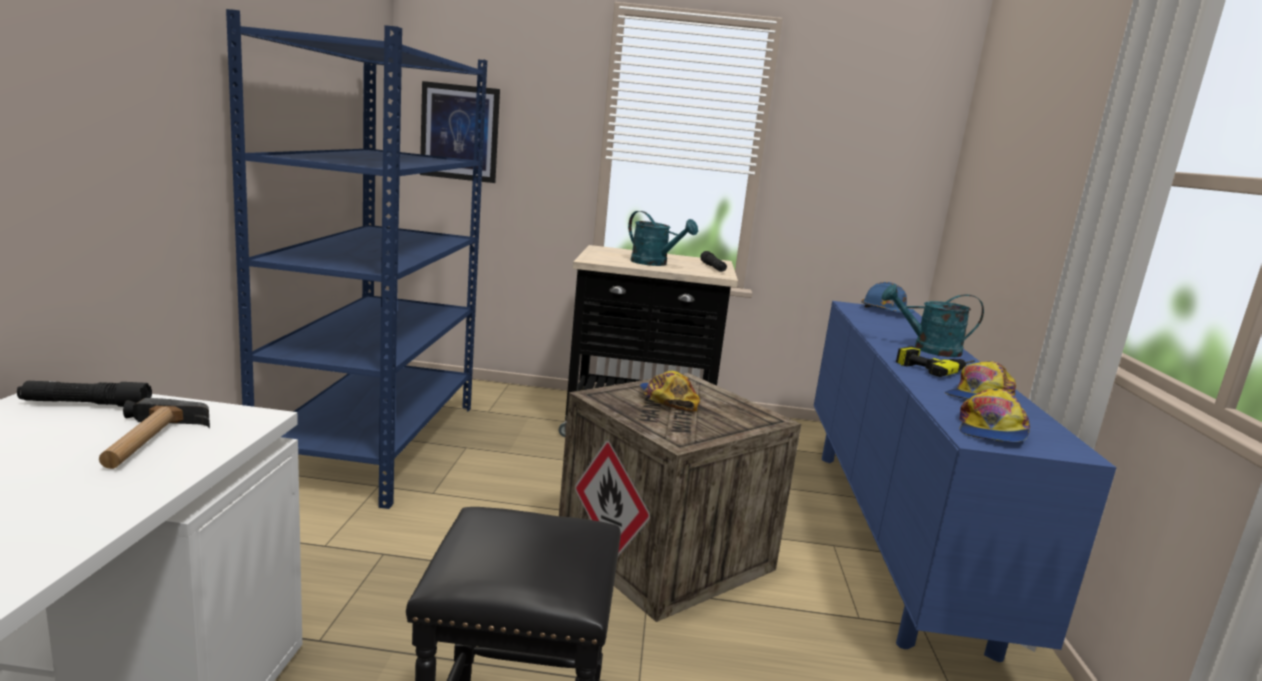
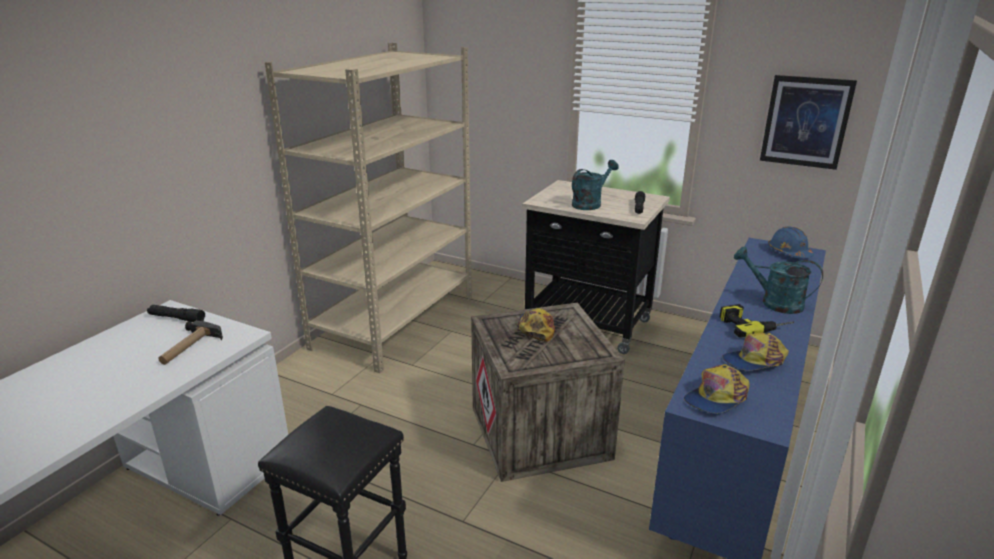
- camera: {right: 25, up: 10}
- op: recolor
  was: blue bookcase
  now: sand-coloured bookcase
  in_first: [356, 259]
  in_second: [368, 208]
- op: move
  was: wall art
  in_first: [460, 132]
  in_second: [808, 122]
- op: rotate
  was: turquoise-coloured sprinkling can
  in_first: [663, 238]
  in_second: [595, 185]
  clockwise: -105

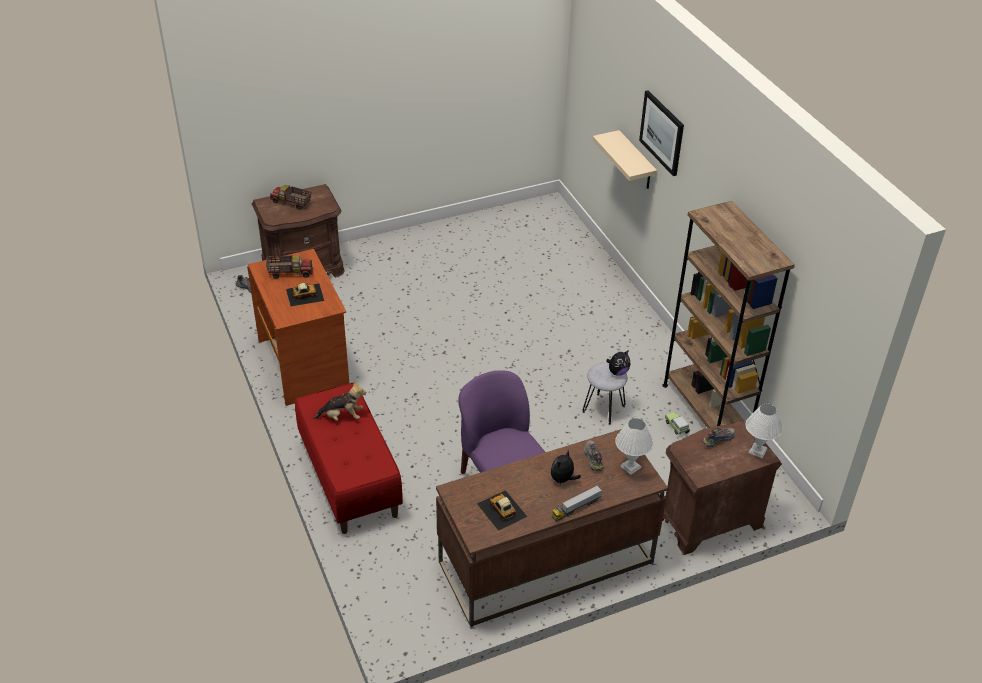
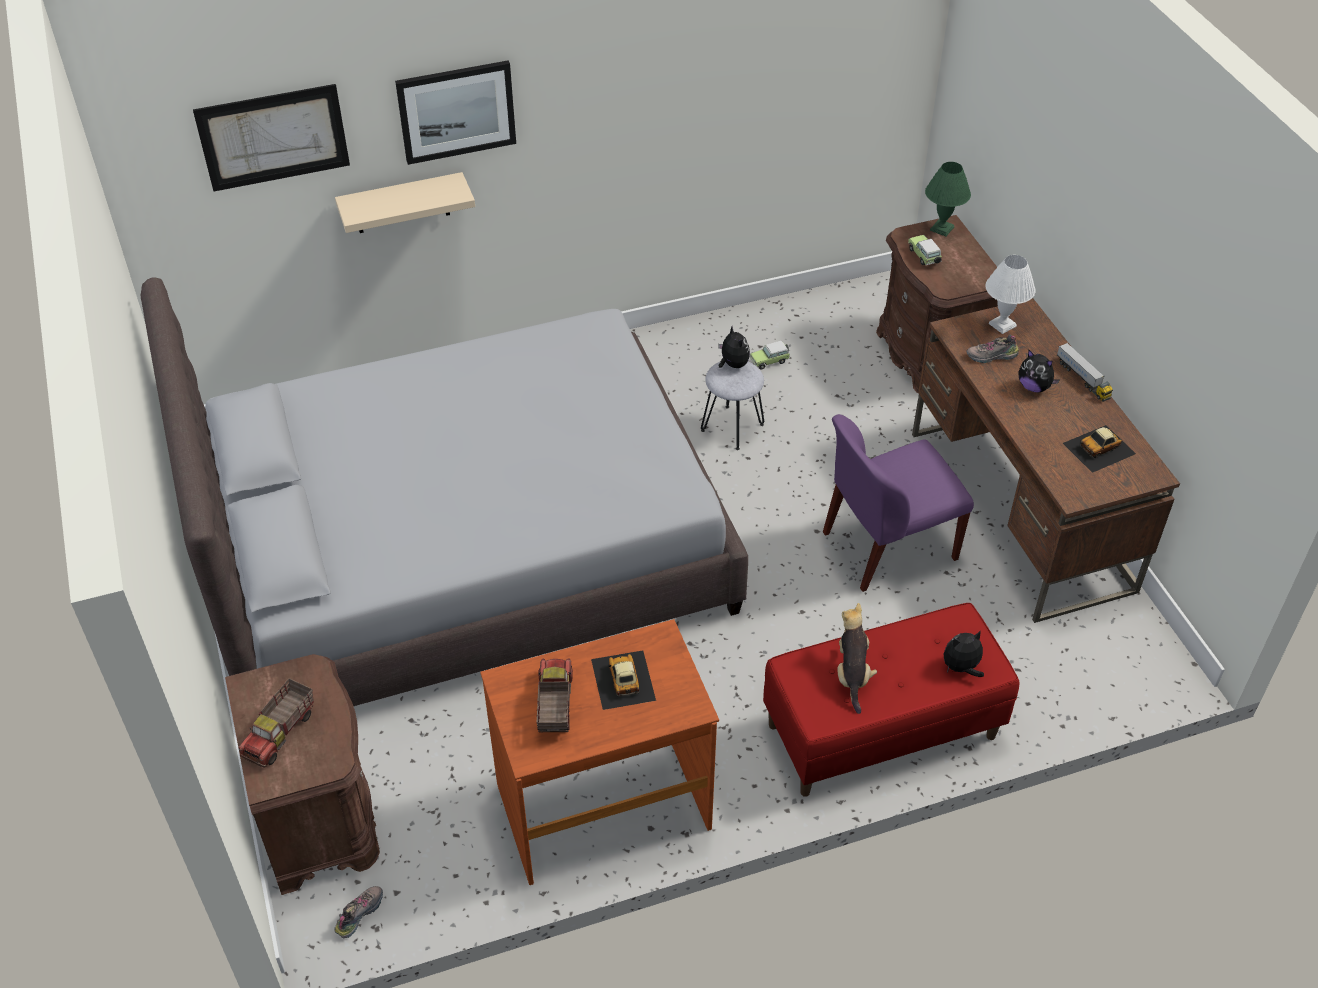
- camera: {right: -85, up: 5}
- op: delete
  was: brownish bookcase
  in_first: [728, 314]
- op: replace
  was: shoe
  now: model car
  in_first: [719, 437]
  in_second: [925, 250]
- op: recolor
  was: white tabletop lamp
  now: greenish tabletop lamp
  in_first: [764, 431]
  in_second: [948, 199]
- op: insert
  now: greyish sleeping bed
  in_second: [444, 491]
- op: insert
  now: wall art
  in_second: [271, 137]
- op: insert
  now: plush toy
  in_second: [964, 653]

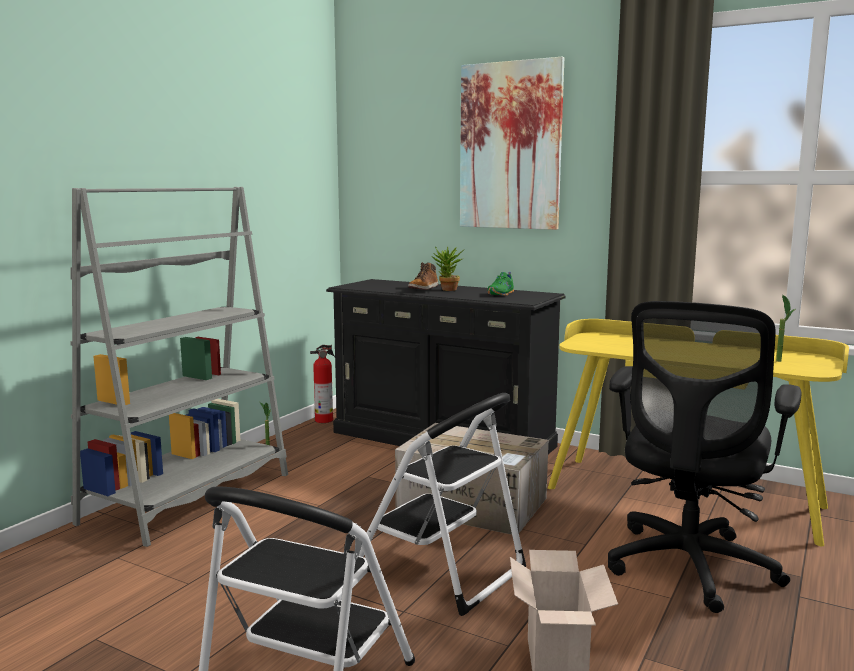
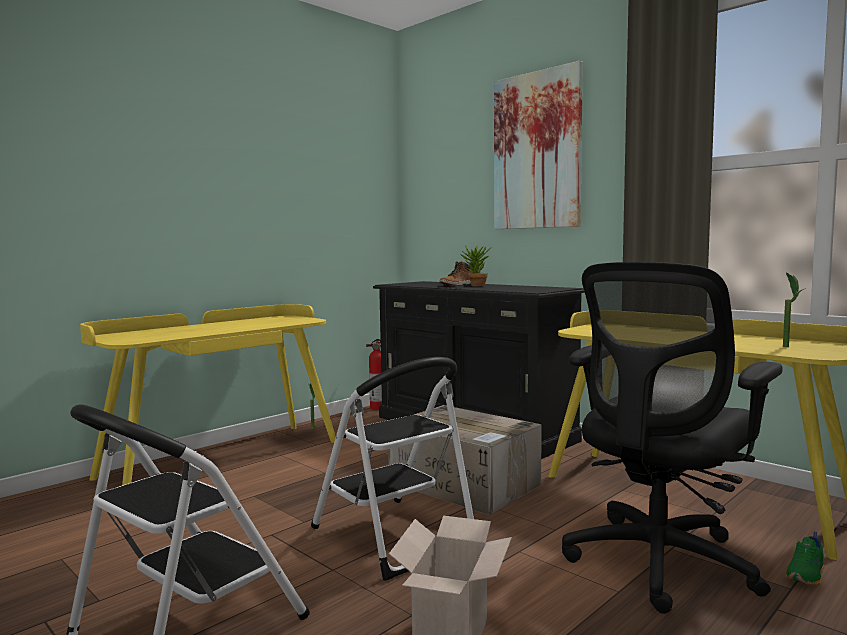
- camera: {right: 15, up: -5}
- op: replace
  was: greyish bookcase
  now: yellow-coloured desk unit
  in_first: [179, 367]
  in_second: [208, 394]
- op: move
  was: greenish shoe
  in_first: [500, 284]
  in_second: [804, 558]

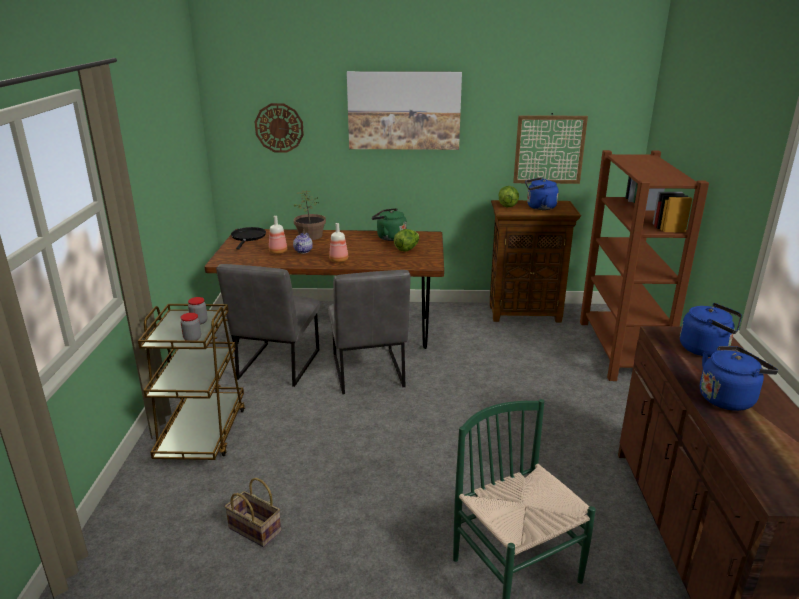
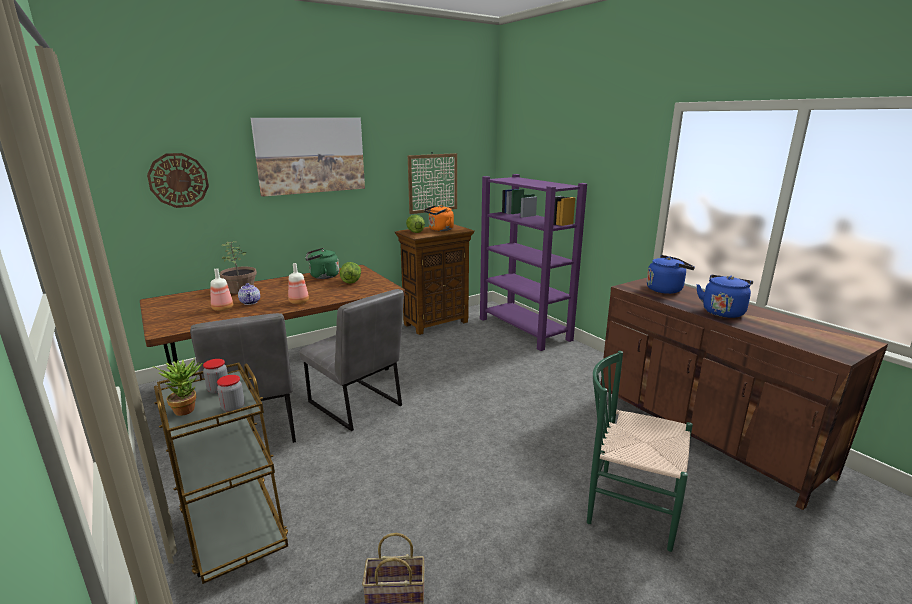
- camera: {right: -35, up: -5}
- op: delete
  was: black pan
  in_first: [248, 238]
- op: recolor
  was: blue tea kettle
  now: orange tea kettle
  in_first: [542, 193]
  in_second: [439, 218]
- op: recolor
  was: brownish bookcase
  now: purple bookcase
  in_first: [644, 265]
  in_second: [533, 262]
- op: insert
  now: potted plant
  in_second: [177, 387]

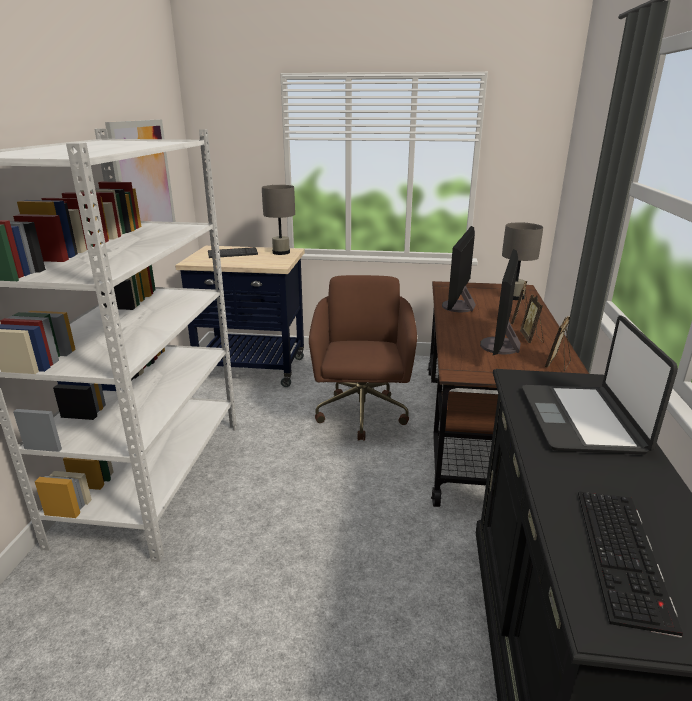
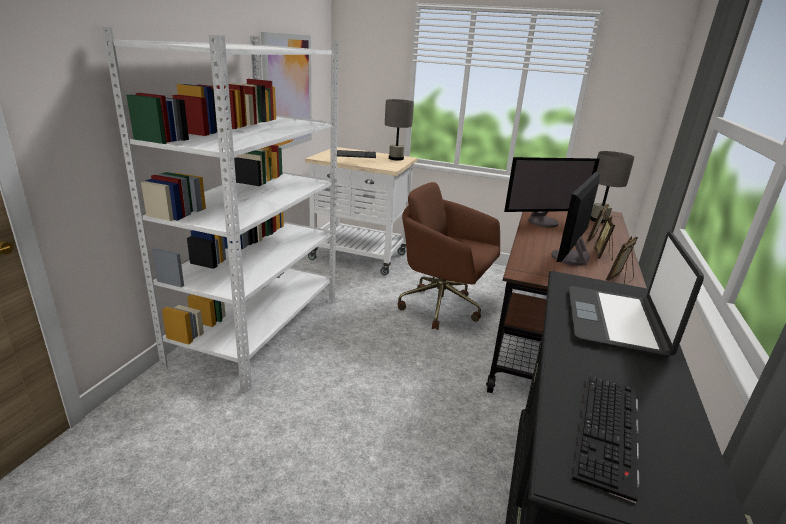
- camera: {right: 10, up: 0}
- op: recolor
  was: blue cart
  now: white cart
  in_first: [240, 316]
  in_second: [361, 211]
- op: rotate
  was: brownish office chair
  in_first: [363, 358]
  in_second: [448, 256]
  clockwise: -75
- op: rotate
  was: computer screen
  in_first: [459, 269]
  in_second: [552, 192]
  clockwise: -135

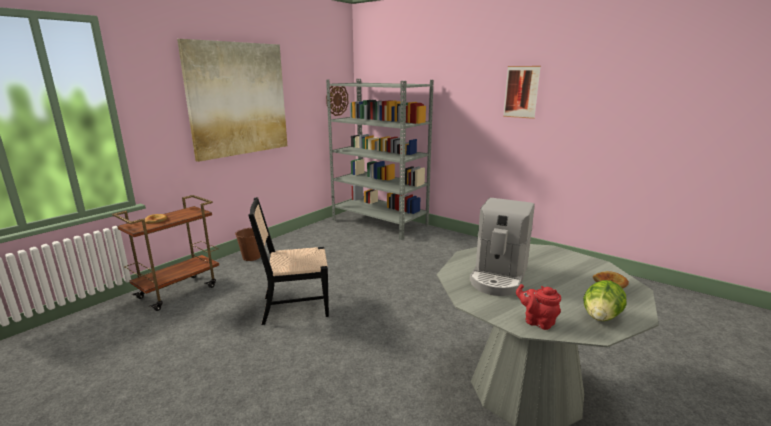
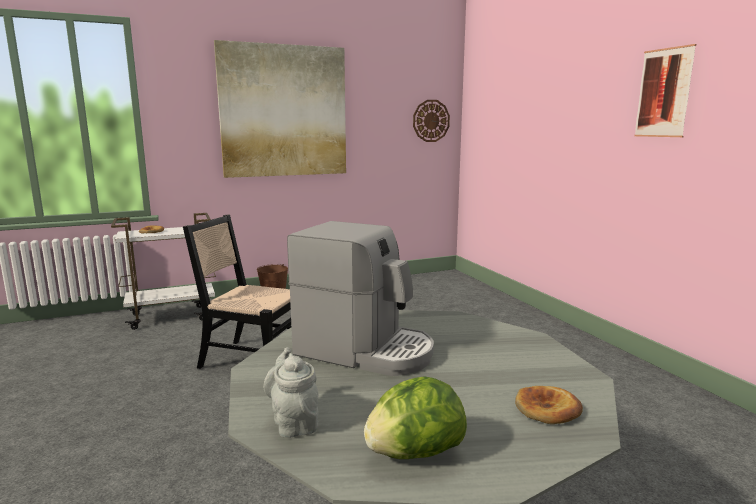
- camera: {right: 30, up: -5}
- op: recolor
  was: brownish cart
  now: white cart
  in_first: [165, 253]
  in_second: [163, 271]
- op: delete
  was: greyish bookcase
  in_first: [380, 159]
- op: rotate
  was: coffee machine
  in_first: [502, 247]
  in_second: [360, 298]
  clockwise: -120
- op: recolor
  was: red-coloured tea pot
  now: greyish tea pot
  in_first: [538, 307]
  in_second: [291, 392]

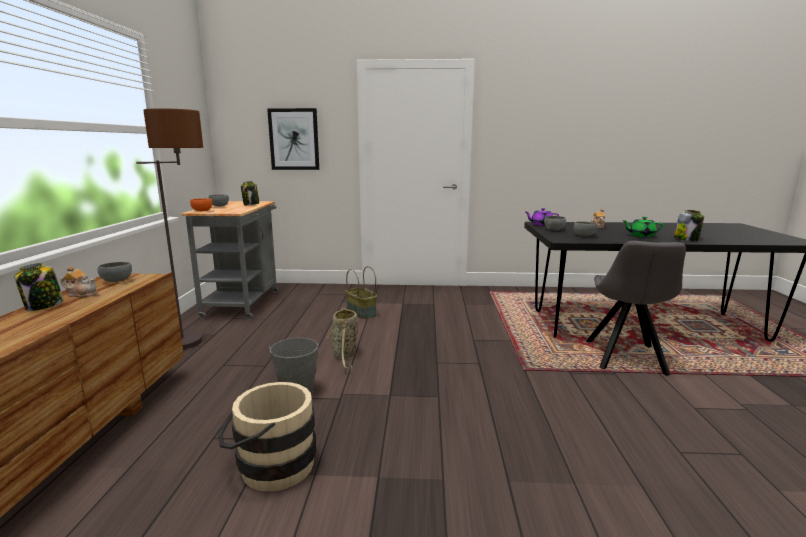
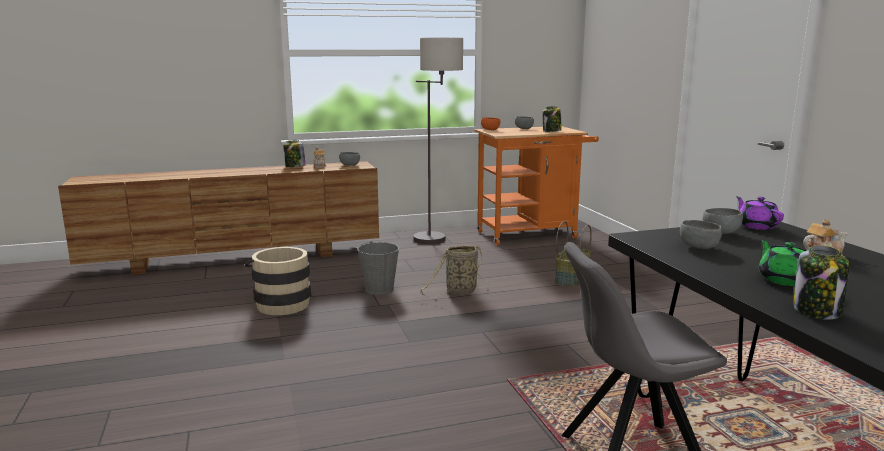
- camera: {right: 70, up: 0}
- op: recolor
  was: brownish standing lamp
  now: greyish standing lamp
  in_first: [169, 229]
  in_second: [438, 141]
- op: recolor
  was: greyish cart
  now: orange cart
  in_first: [230, 260]
  in_second: [536, 186]
- op: delete
  was: wall art
  in_first: [293, 139]

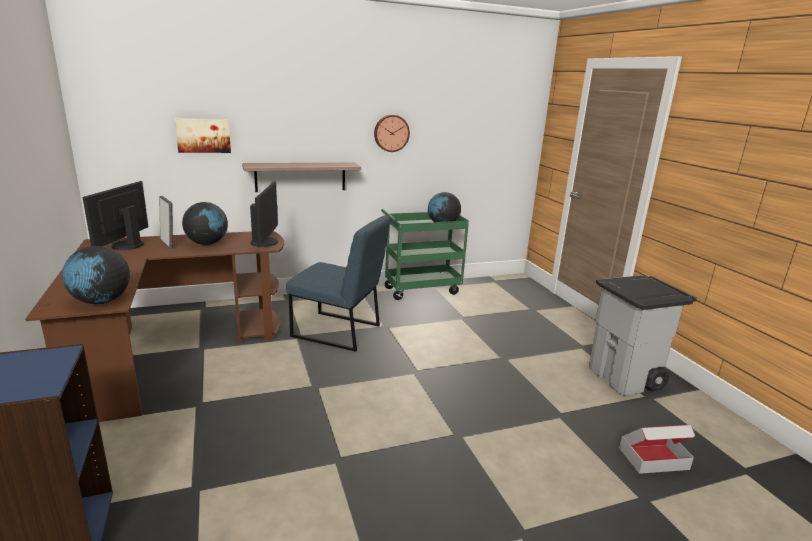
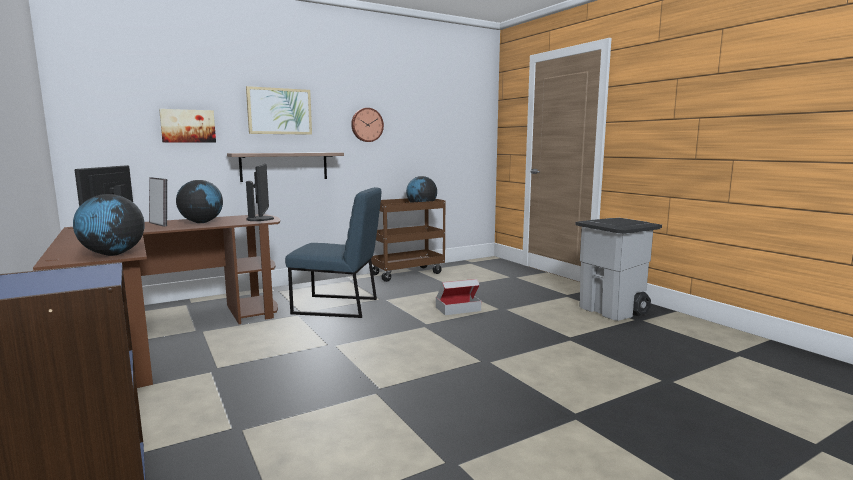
- camera: {right: -10, up: -10}
- op: recolor
  was: greenish cart
  now: brownish cart
  in_first: [425, 254]
  in_second: [408, 240]
- op: move
  was: packing box
  in_first: [657, 449]
  in_second: [458, 297]
- op: insert
  now: wall art
  in_second: [279, 110]

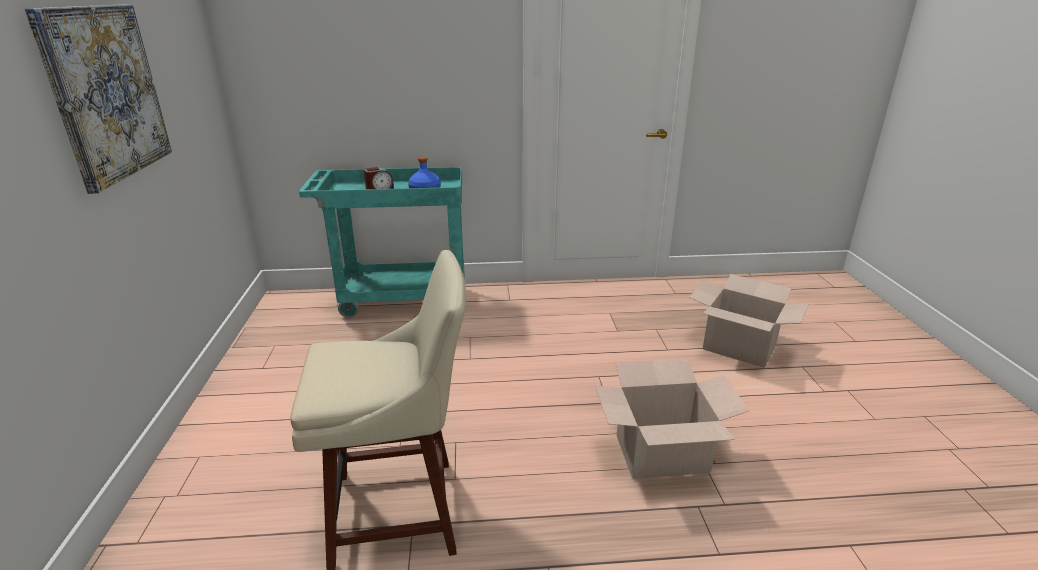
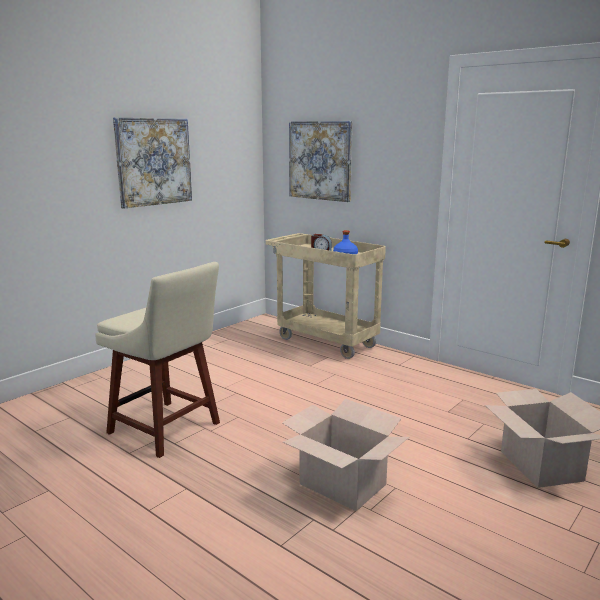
- camera: {right: 45, up: -10}
- op: recolor
  was: turquoise-coloured cart
  now: sand-coloured cart
  in_first: [382, 242]
  in_second: [326, 296]
- op: insert
  now: wall art
  in_second: [320, 161]

